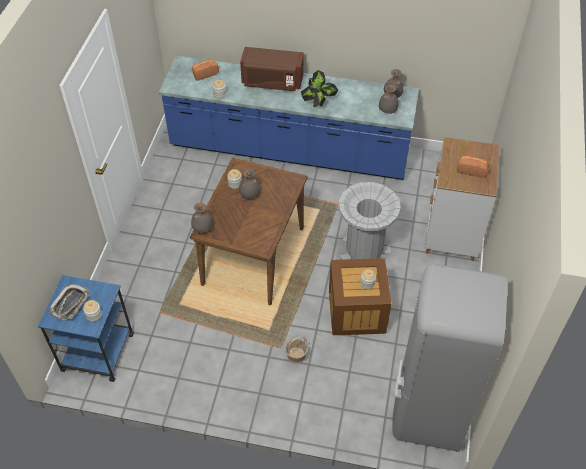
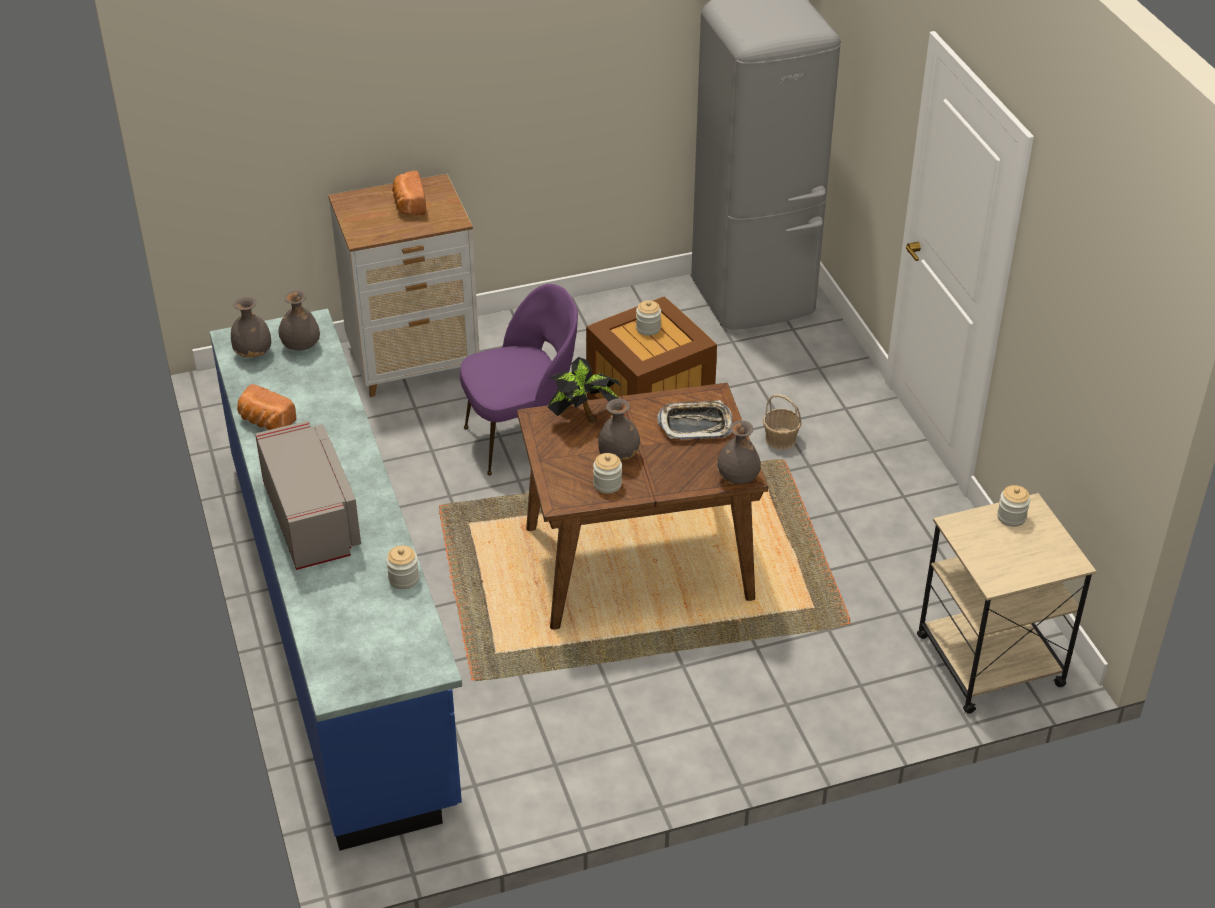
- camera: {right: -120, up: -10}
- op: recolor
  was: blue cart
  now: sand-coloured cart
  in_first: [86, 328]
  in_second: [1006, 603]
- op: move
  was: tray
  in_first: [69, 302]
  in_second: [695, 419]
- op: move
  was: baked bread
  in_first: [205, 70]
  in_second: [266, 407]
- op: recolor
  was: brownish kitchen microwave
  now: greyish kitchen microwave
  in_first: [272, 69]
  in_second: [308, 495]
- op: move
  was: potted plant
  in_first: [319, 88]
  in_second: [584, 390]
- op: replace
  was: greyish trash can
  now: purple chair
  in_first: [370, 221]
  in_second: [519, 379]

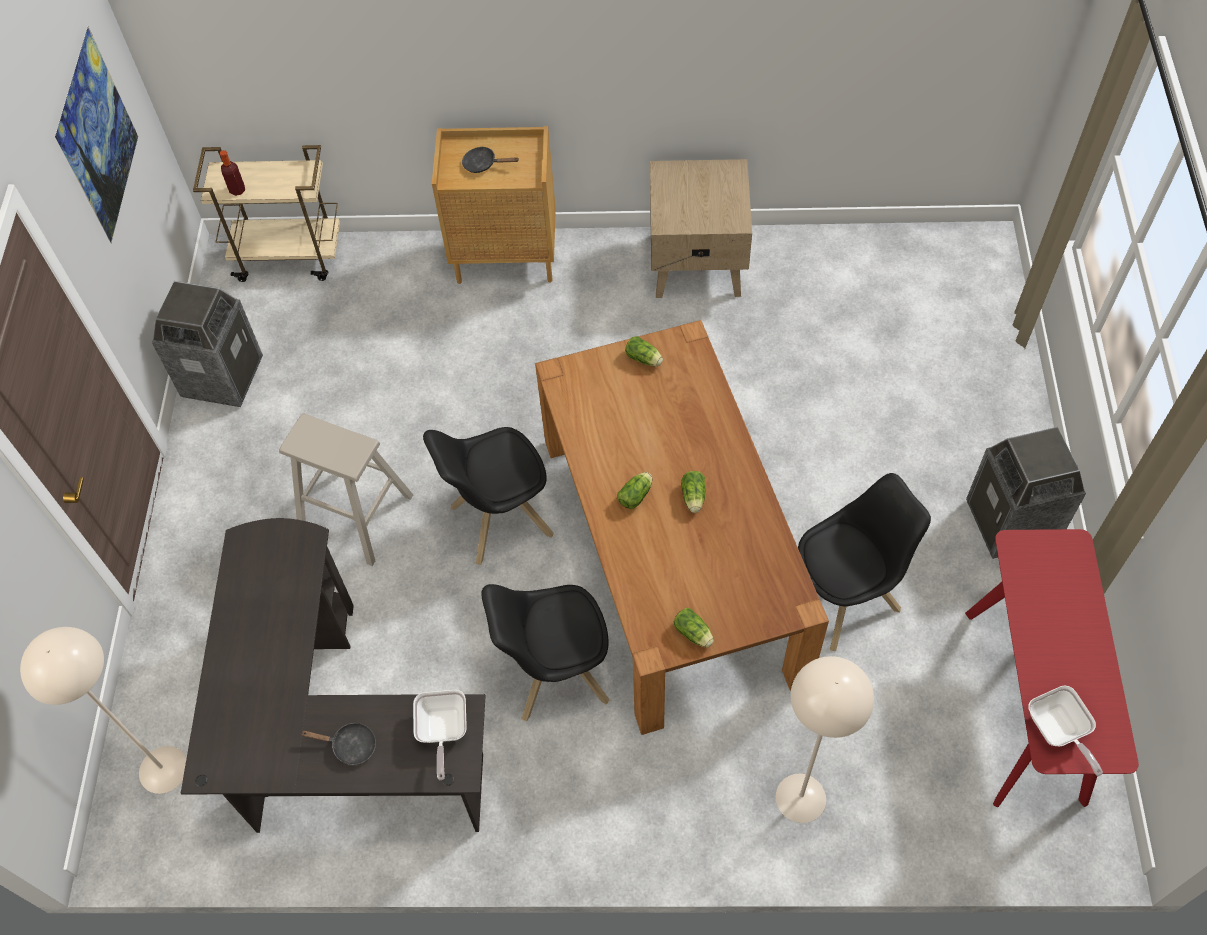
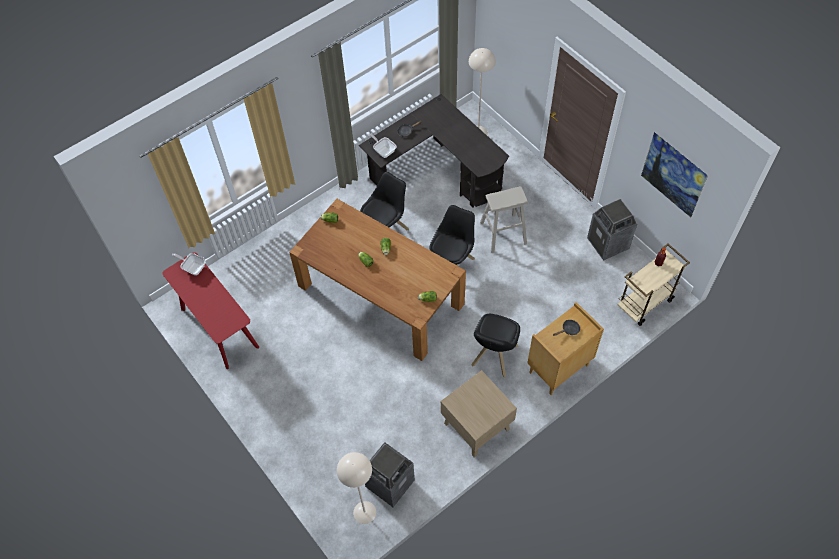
- camera: {right: 140, up: 0}
- op: move
  was: sand-coloured standing lamp
  in_first: [825, 739]
  in_second: [356, 488]
- op: move
  was: black chair
  in_first: [864, 562]
  in_second: [495, 345]
- op: move
  was: trash can
  in_first: [1026, 493]
  in_second: [390, 474]

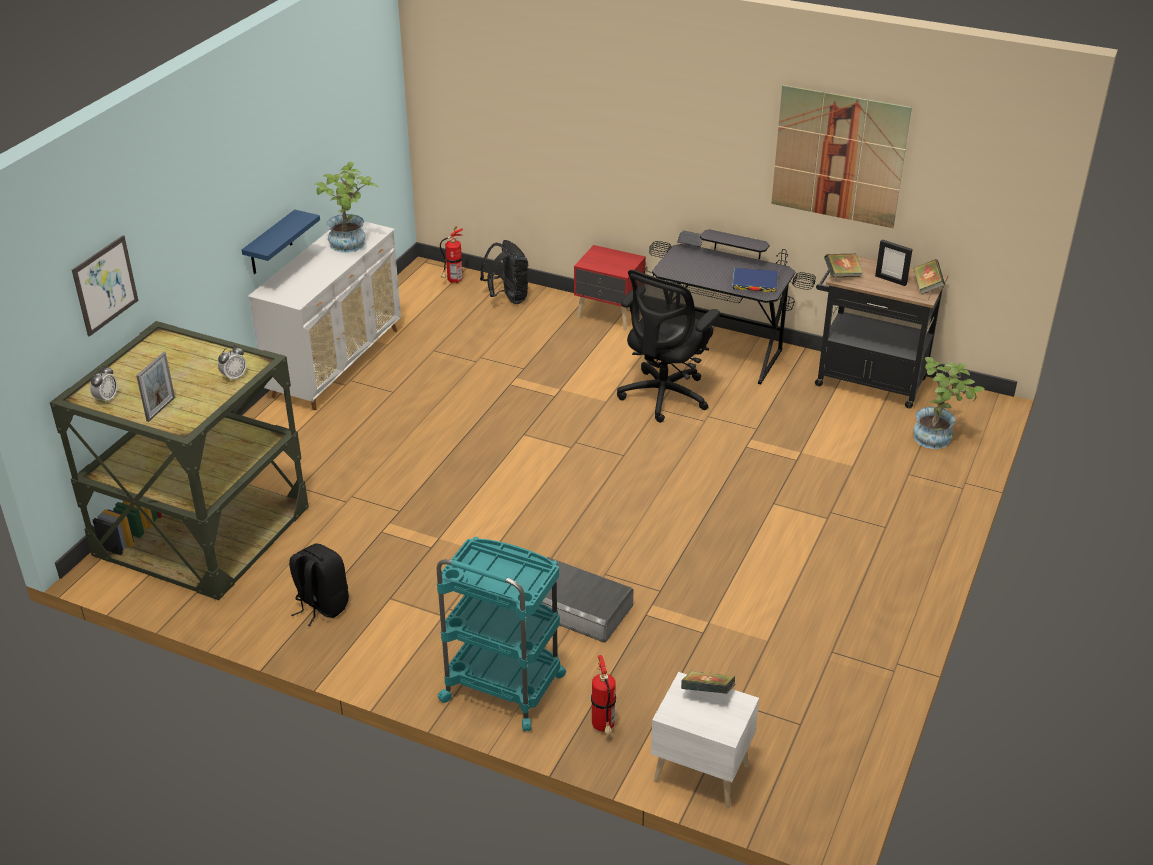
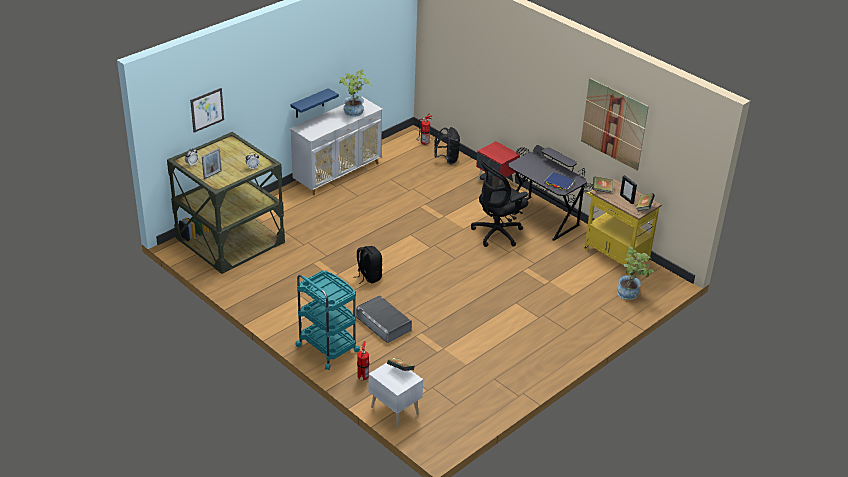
- camera: {right: 20, up: 0}
- op: move
  was: black rucksack
  in_first: [319, 585]
  in_second: [367, 265]
- op: recolor
  was: black cart
  now: yellow-coloured cart
  in_first: [881, 331]
  in_second: [623, 226]

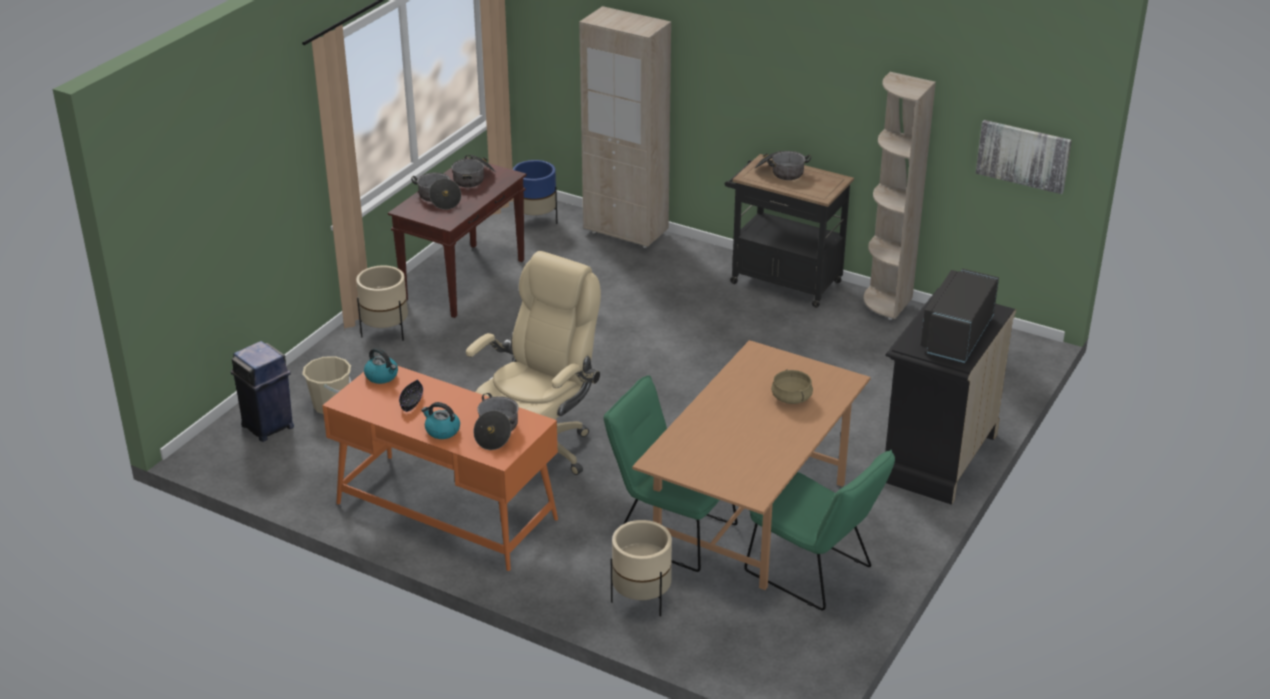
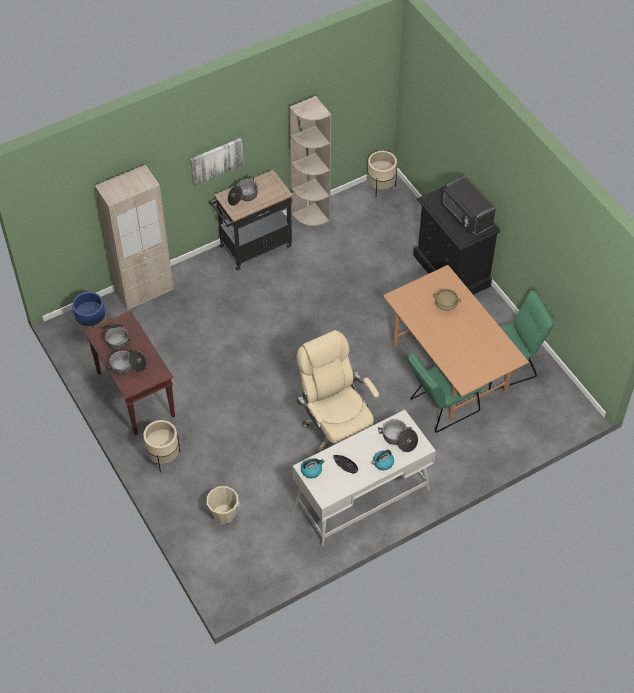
- camera: {right: -60, up: 20}
- op: delete
  was: blue trash can
  in_first: [262, 391]
- op: recolor
  was: orange desk unit
  now: white desk unit
  in_first: [440, 468]
  in_second: [364, 478]
- op: move
  was: sand-coloured plant pot
  in_first: [641, 568]
  in_second: [382, 172]
- op: move
  was: wall art
  in_first: [1024, 157]
  in_second: [216, 162]

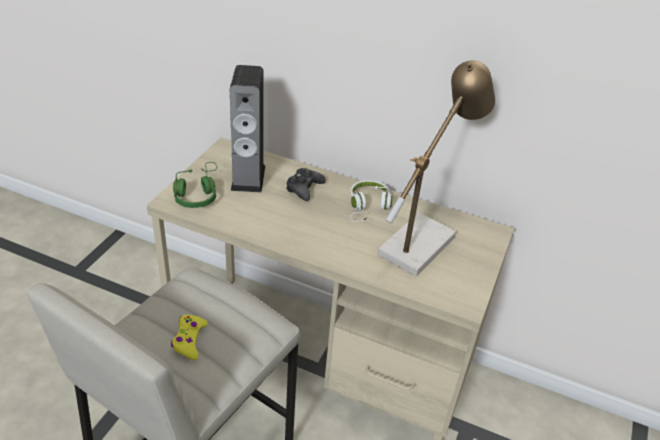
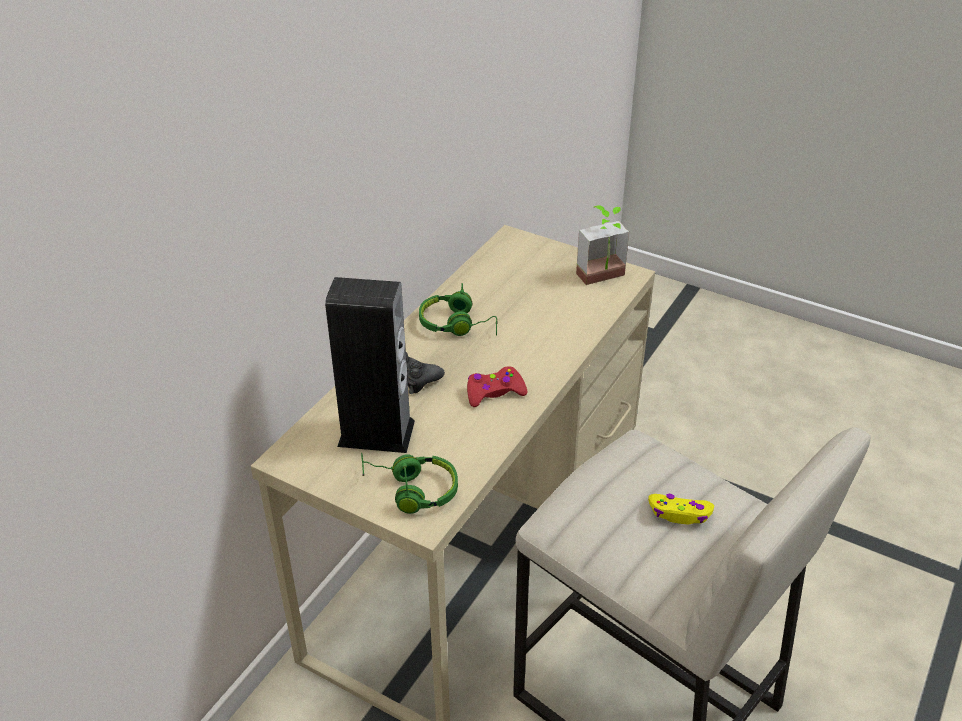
- camera: {right: -80, up: 0}
- op: recolor
  was: white headset
  now: greenish headset
  in_first: [371, 200]
  in_second: [458, 309]
- op: delete
  was: tabletop lamp
  in_first: [436, 168]
- op: insert
  now: red-coloured gamepad
  in_second: [497, 386]
- op: insert
  now: potted plant
  in_second: [602, 245]

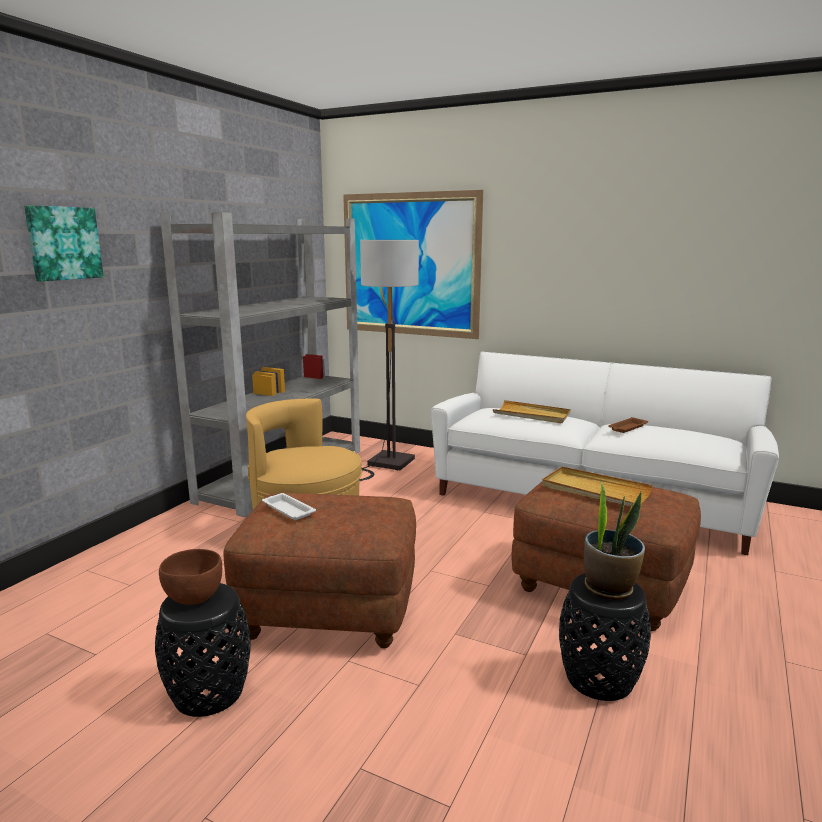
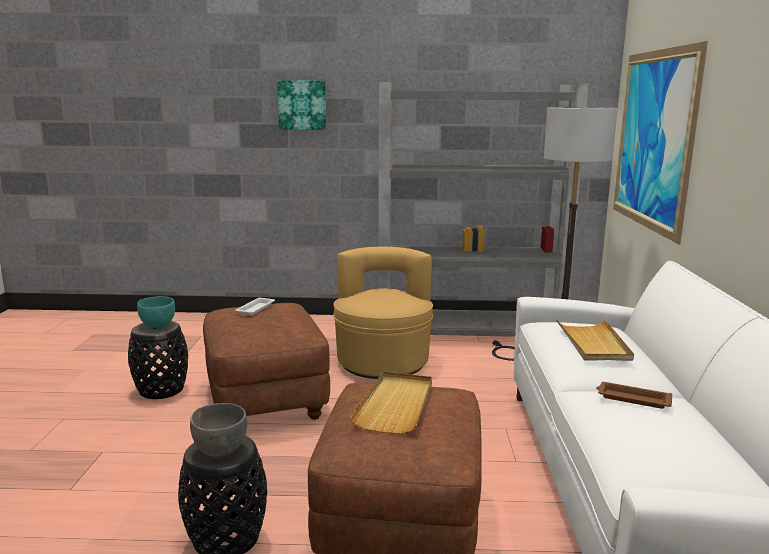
- camera: {right: 65, up: 0}
- op: recolor
  was: brownish bowl
  now: turquoise-coloured bowl
  in_first: [190, 577]
  in_second: [156, 312]
- op: replace
  was: potted plant
  now: greyish bowl
  in_first: [614, 540]
  in_second: [218, 430]

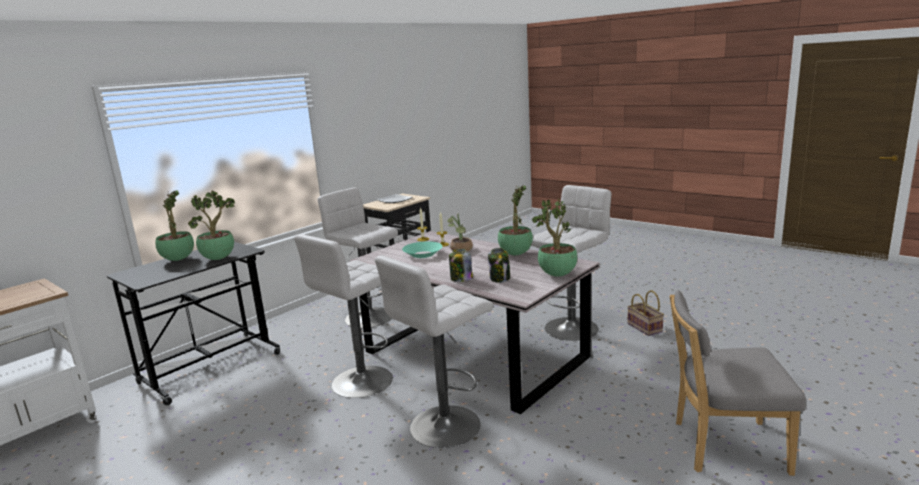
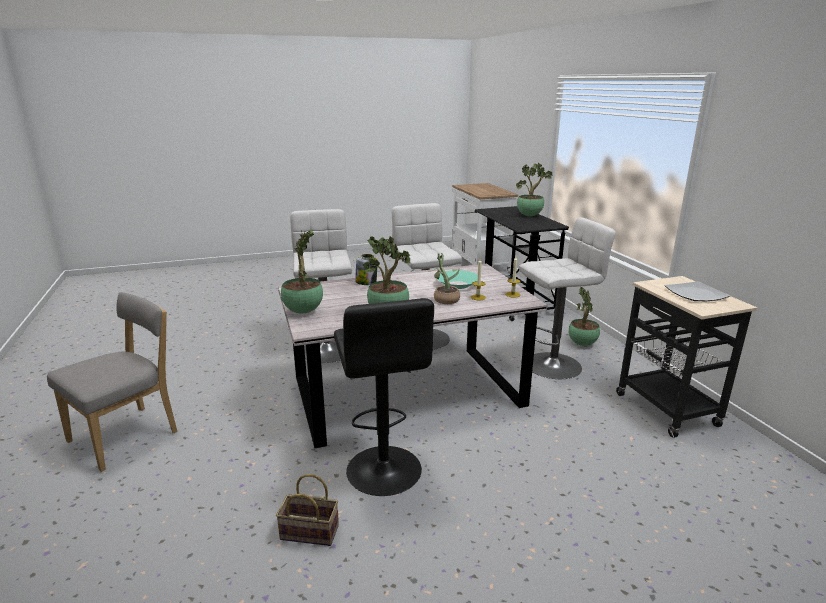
- camera: {right: 120, up: 5}
- op: move
  was: potted plant
  in_first: [211, 225]
  in_second: [584, 316]
- op: delete
  was: jar
  in_first: [499, 265]
- op: recolor
  was: white stool seat
  now: black stool seat
  in_first: [571, 263]
  in_second: [384, 397]

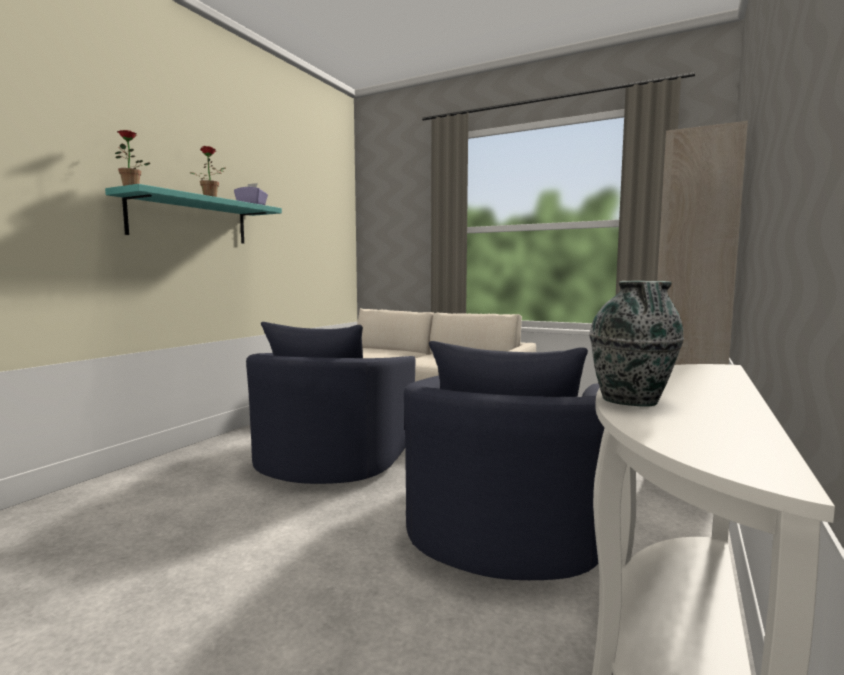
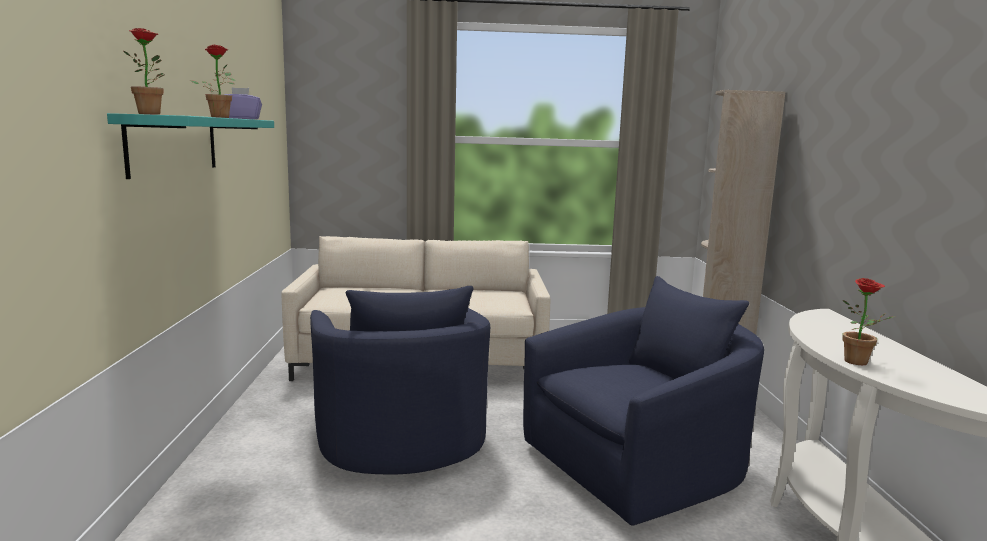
- camera: {right: -30, up: 5}
- op: rotate
  was: blue easy chair
  in_first: [504, 460]
  in_second: [643, 401]
  clockwise: -105
- op: replace
  was: vase
  now: potted plant
  in_first: [636, 344]
  in_second: [869, 321]

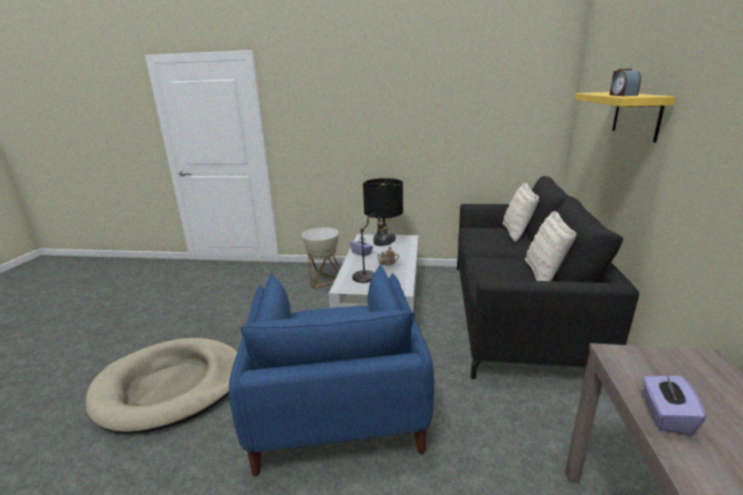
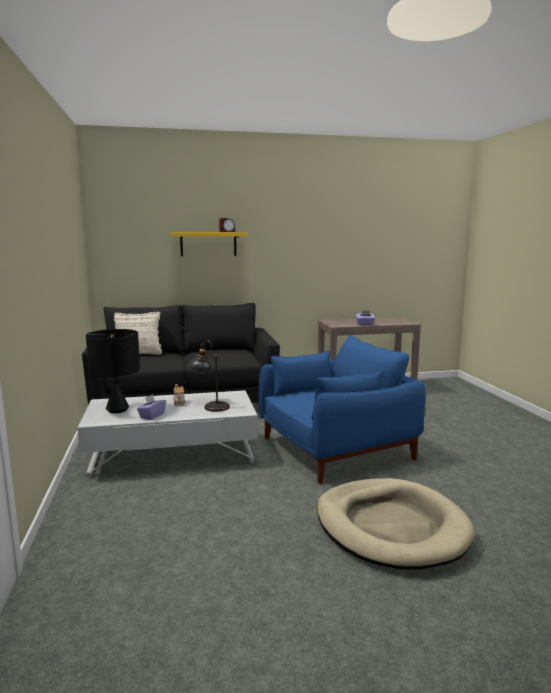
- camera: {right: -110, up: -10}
- op: delete
  was: plant pot
  in_first: [321, 257]
- op: delete
  was: sand-coloured cushion
  in_first: [550, 246]

